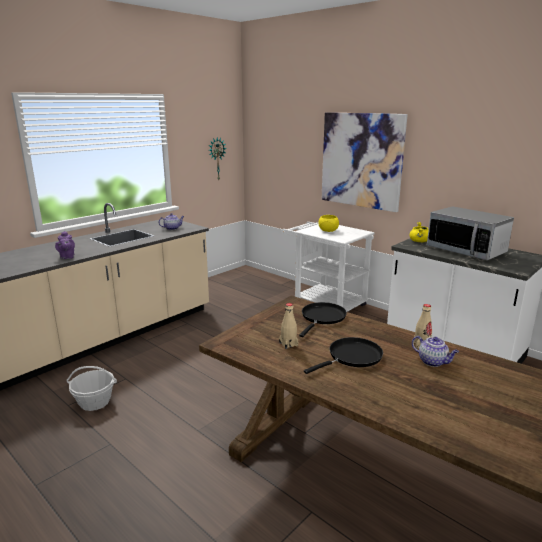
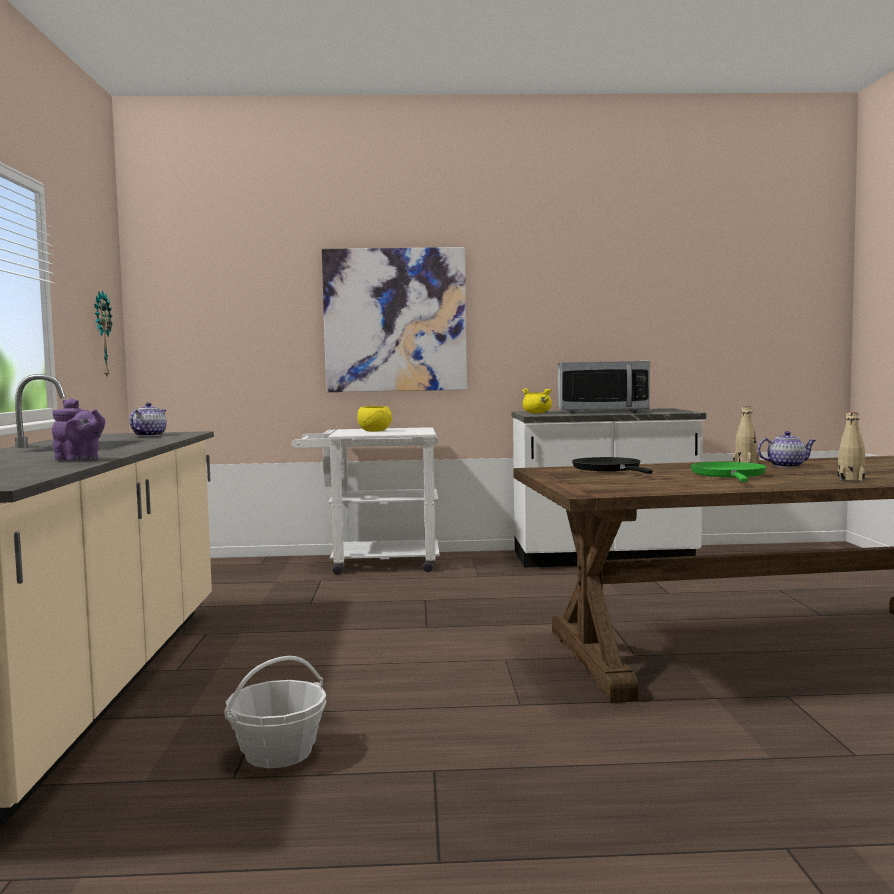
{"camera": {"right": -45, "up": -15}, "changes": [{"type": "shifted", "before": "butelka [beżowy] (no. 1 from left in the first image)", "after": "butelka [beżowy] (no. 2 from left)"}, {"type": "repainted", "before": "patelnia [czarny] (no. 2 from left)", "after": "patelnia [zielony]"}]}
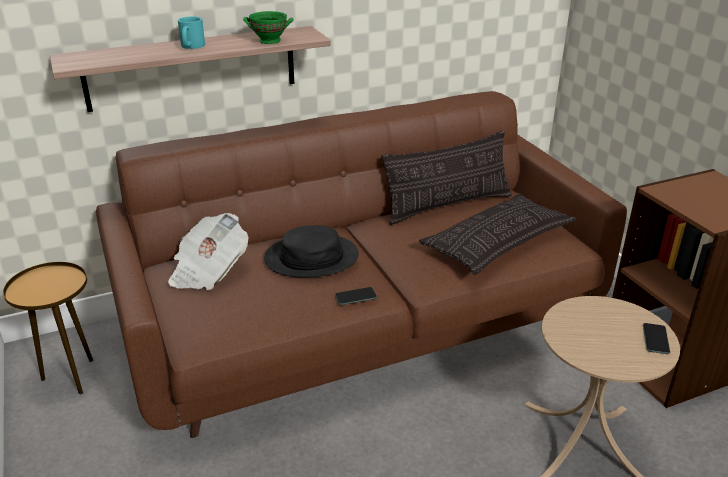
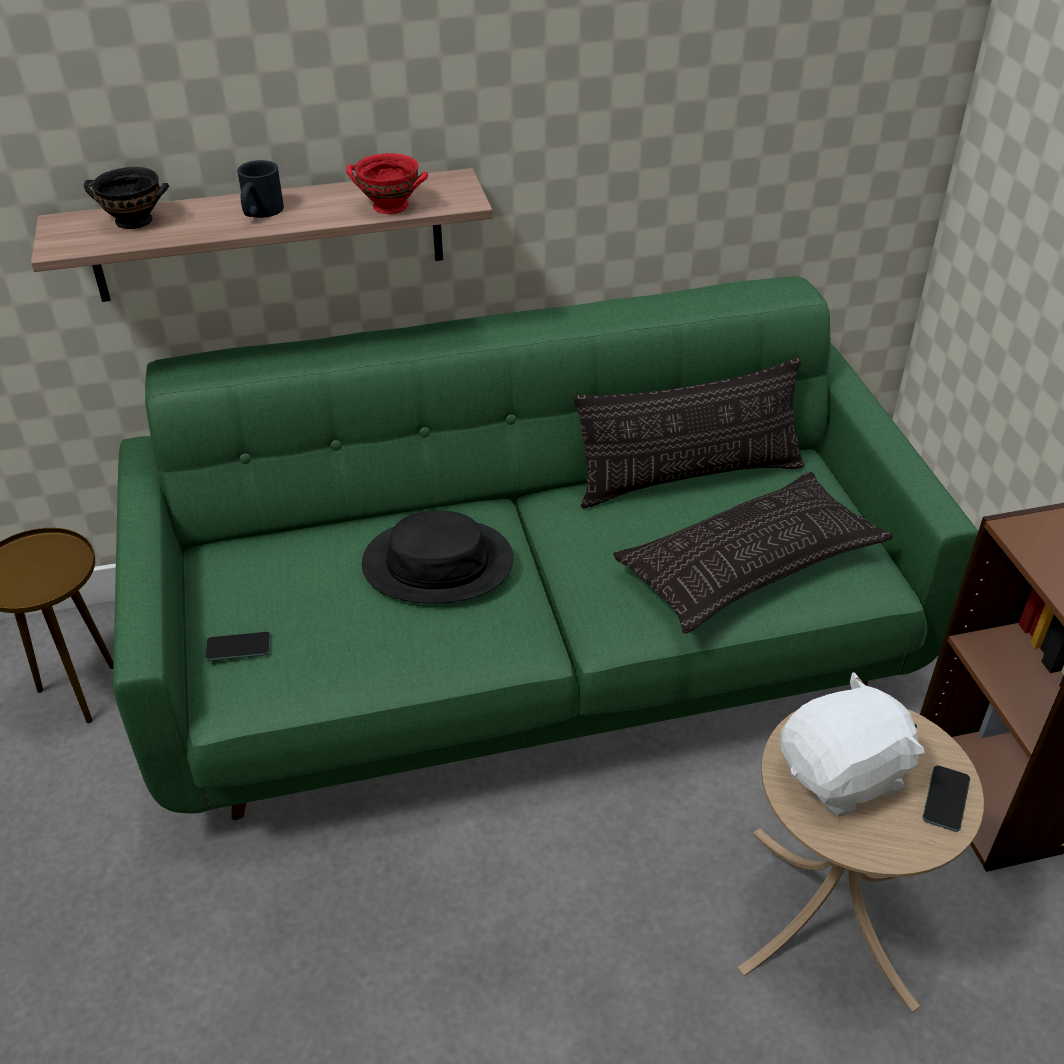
{"camera": {"right": 10, "up": 10}, "changes": [{"type": "repainted", "before": "kanapa [brązowy]", "after": "kanapa [zielony]"}, {"type": "gone", "before": "gazeta"}, {"type": "repainted", "before": "kubek [turkusowy]", "after": "kubek [czarny]"}, {"type": "repainted", "before": "miska [zielony]", "after": "miska [czerwony]"}, {"type": "shifted", "before": "telefon (no. 1 from left)"}, {"type": "new", "after": "miska [czarny]"}, {"type": "new", "after": "pluszak [biały]"}]}
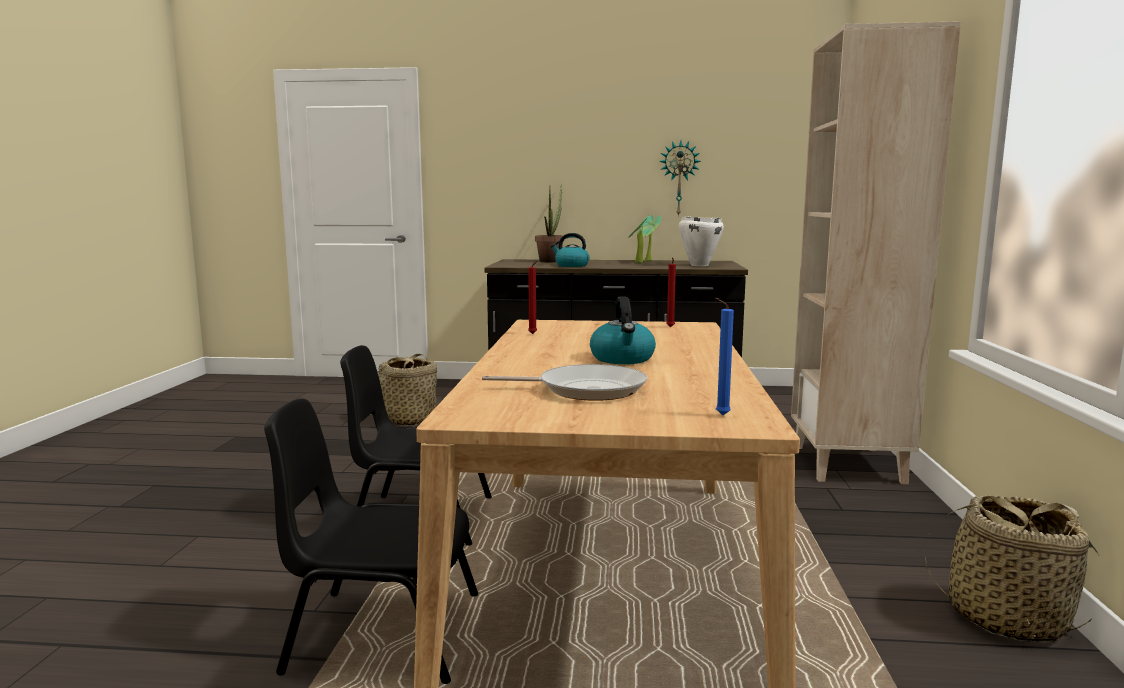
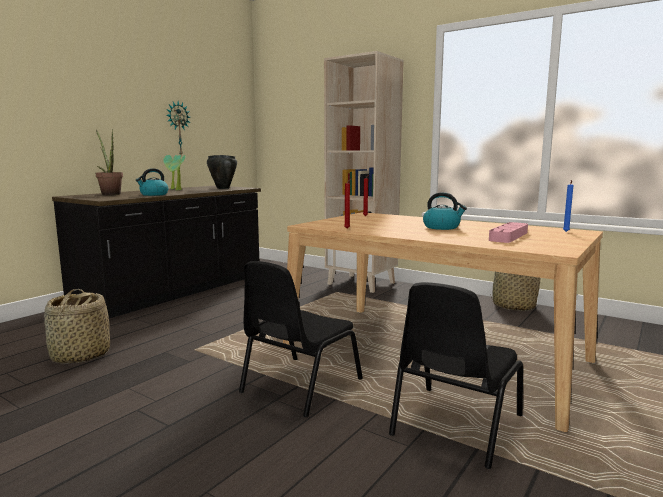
{"camera": {"right": -60, "up": 0}, "changes": [{"type": "swapped", "before": "patelnia", "after": "taca [różowy]"}, {"type": "repainted", "before": "garnek [biały]", "after": "garnek [czarny]"}]}
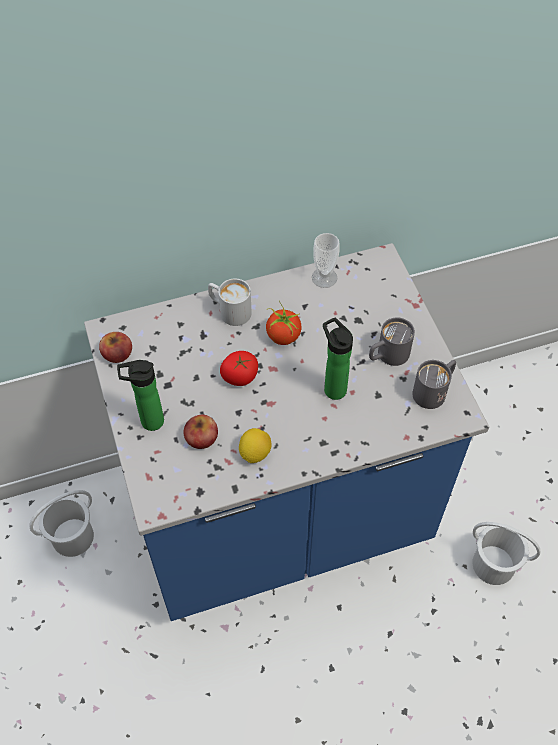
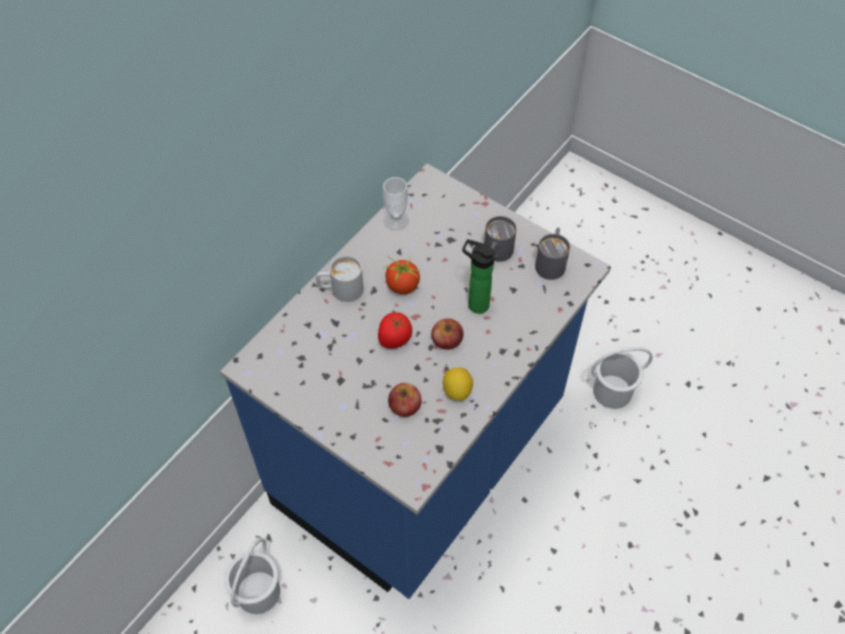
{"camera": {"right": -35, "up": 0}, "changes": [{"type": "shifted", "before": "jabłko (no. 1 from left in the first image)", "after": "jabłko (no. 2 from left)"}, {"type": "gone", "before": "butelka (no. 1 from left)"}]}
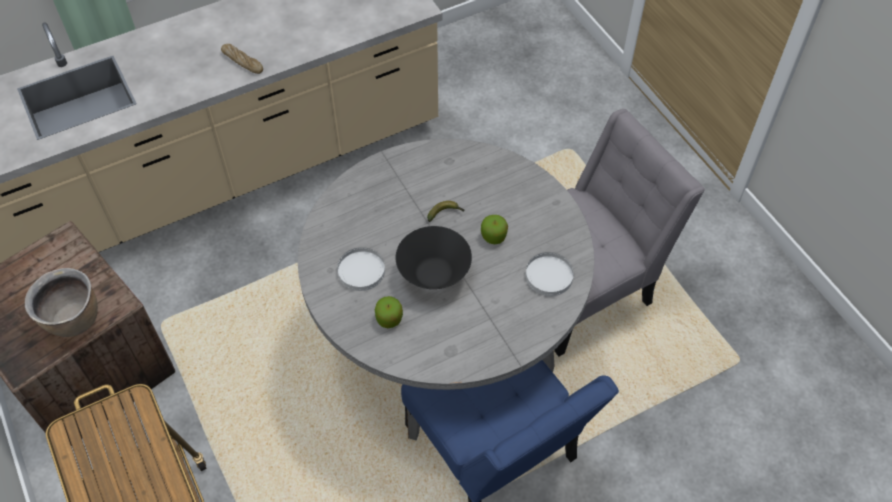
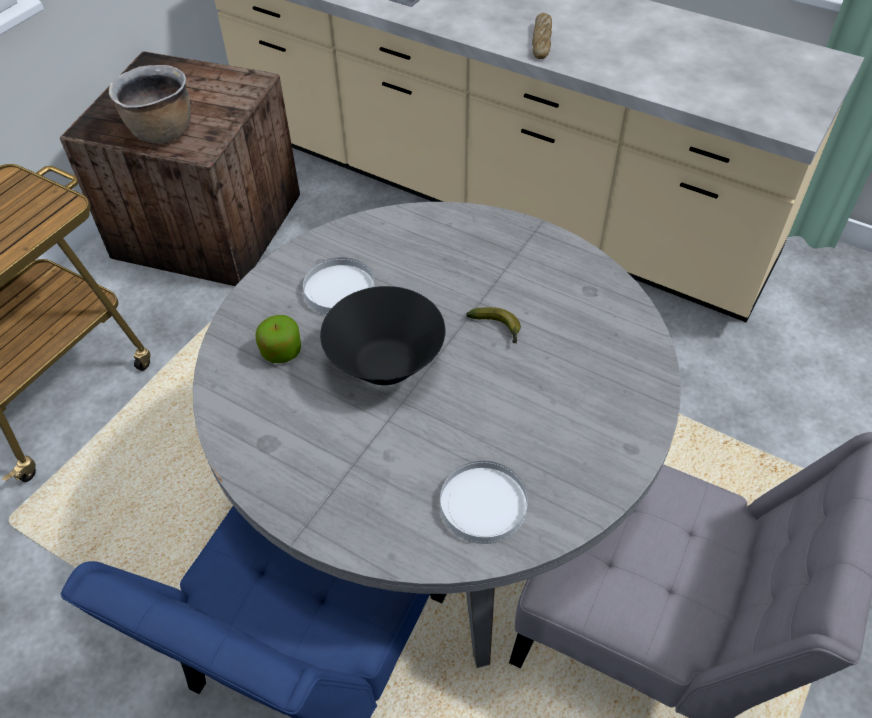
{"camera": {"right": 60, "up": -5}, "changes": [{"type": "gone", "before": "jabłko (no. 2 from left)"}]}
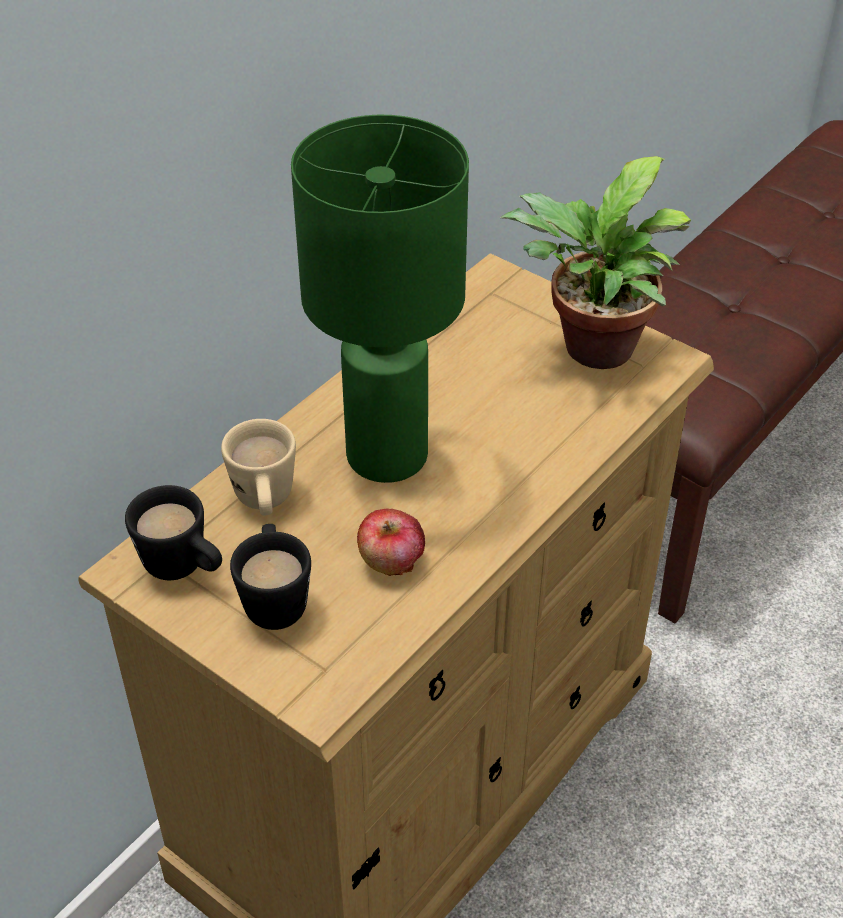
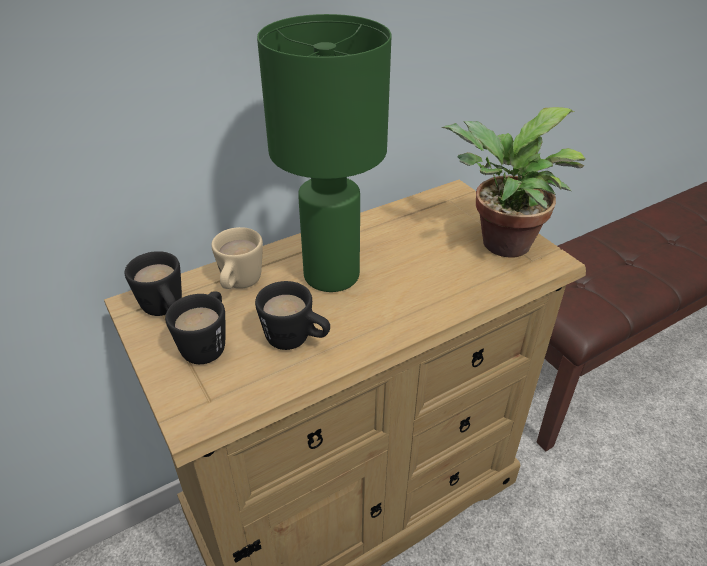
{"camera": {"right": 20, "up": -5}, "changes": [{"type": "swapped", "before": "jabłko", "after": "kubek [czarny] (no. 3 from left)"}]}
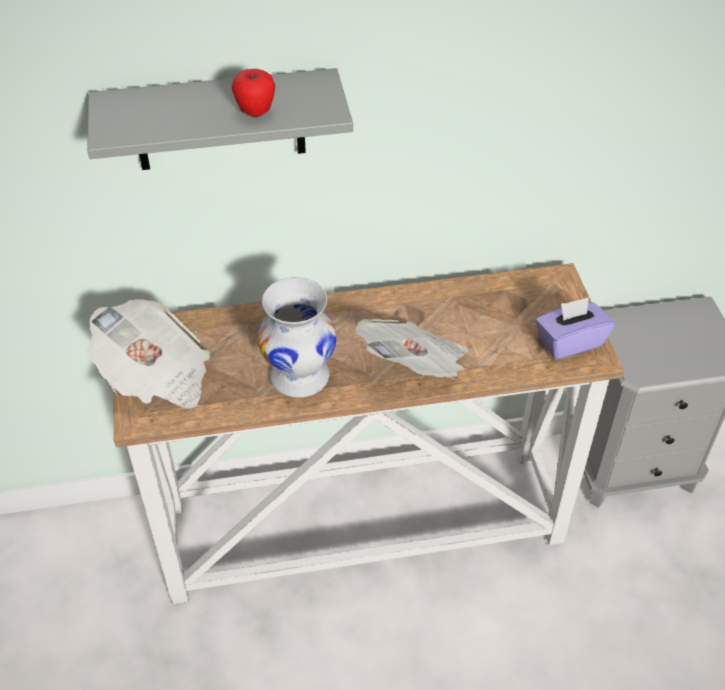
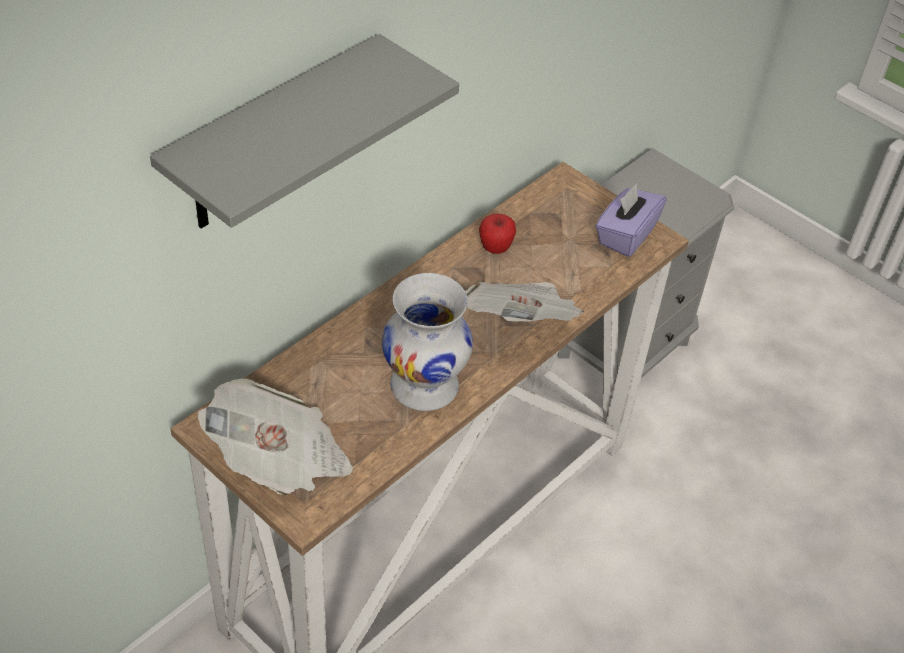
{"camera": {"right": -40, "up": 0}, "changes": [{"type": "shifted", "before": "jabłko"}]}
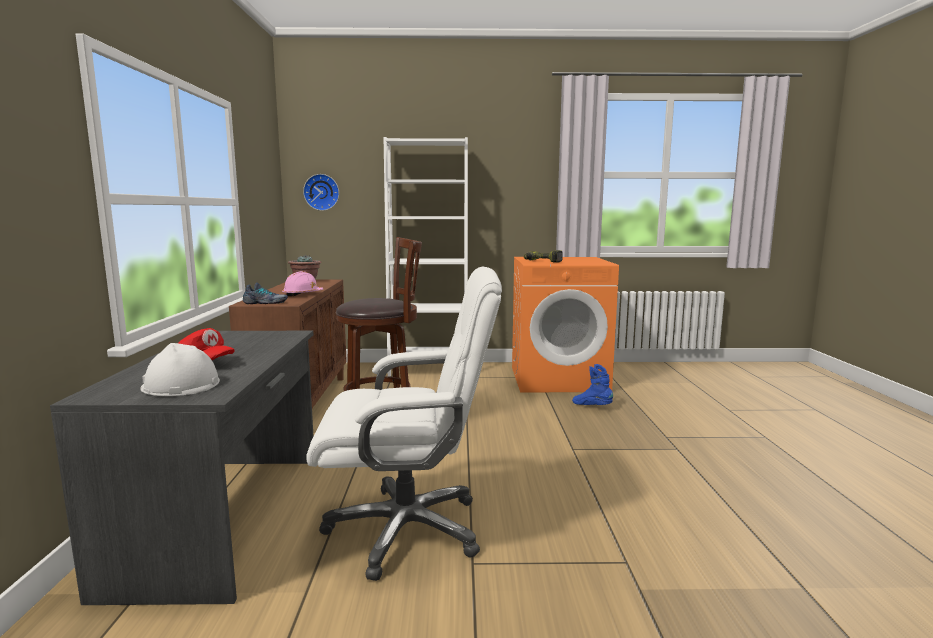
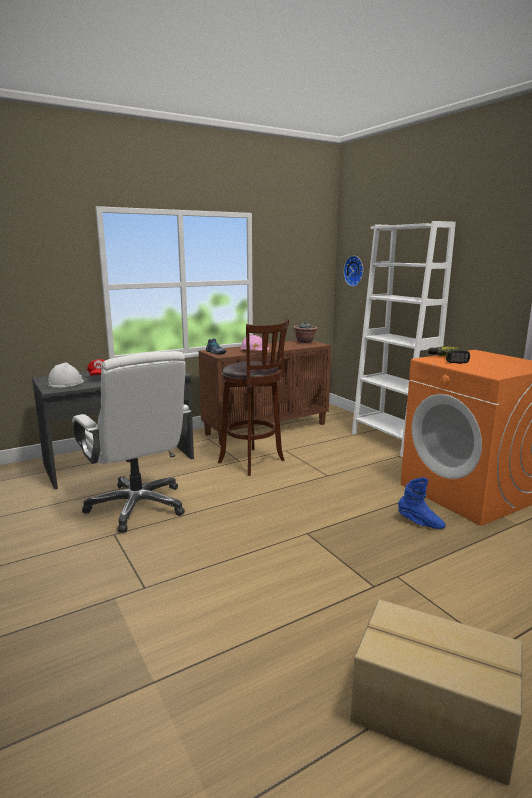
{"camera": {"right": 60, "up": 5}, "changes": [{"type": "rotated", "before": "but z cholewką [niebieski]", "turn": 105}, {"type": "new", "after": "karton"}]}
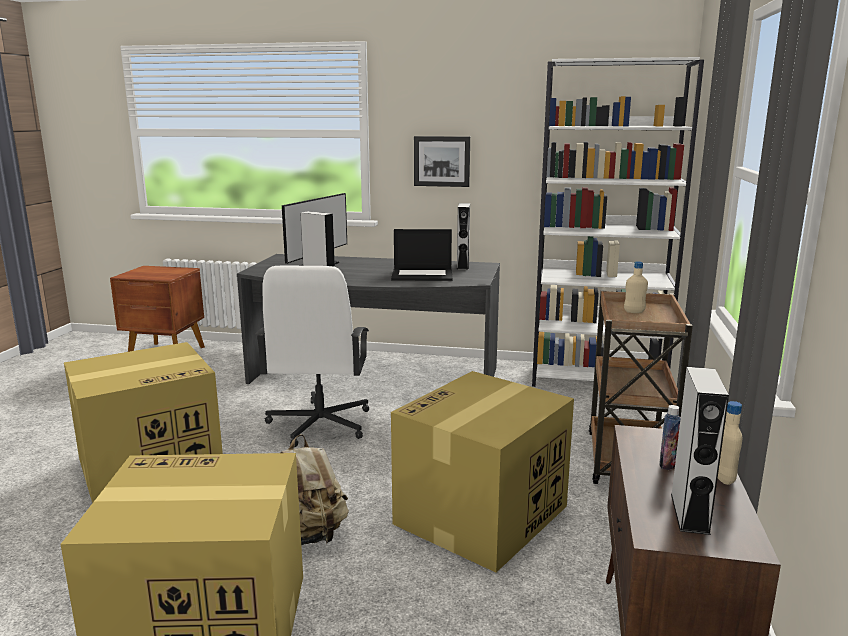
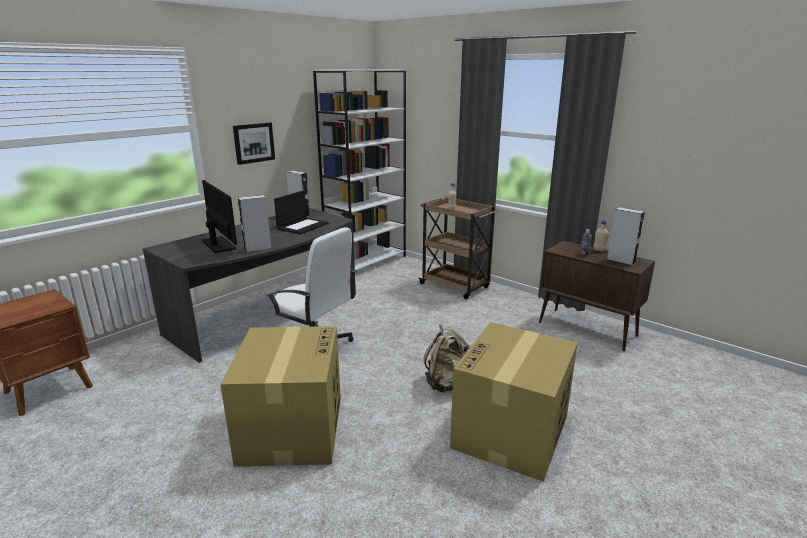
{"camera": {"right": -60, "up": 5}, "changes": [{"type": "gone", "before": "karton (no. 3 from left)"}]}
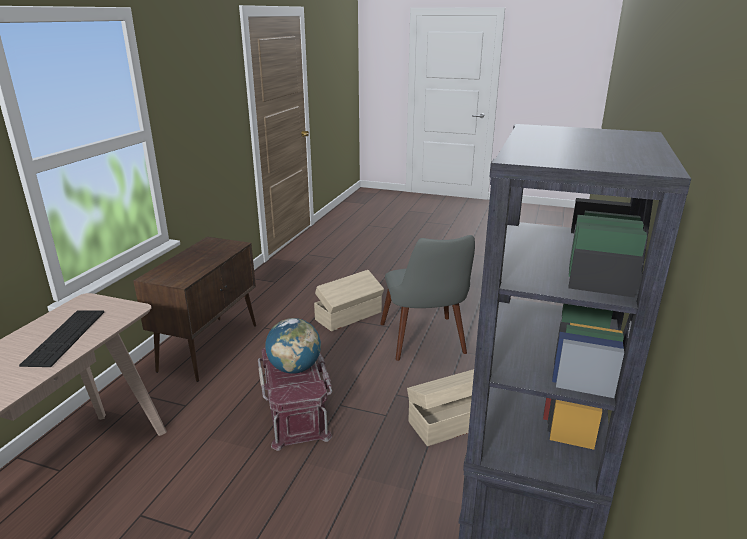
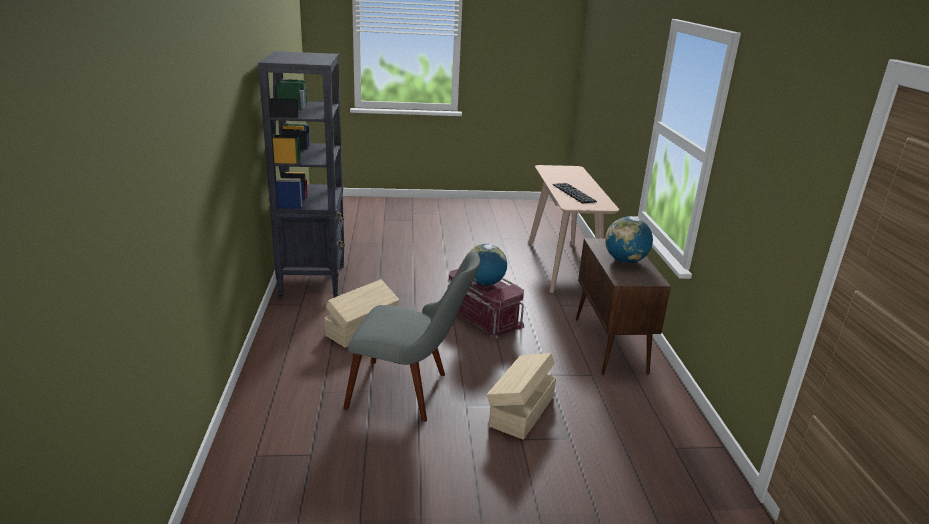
{"camera": {"right": 155, "up": 0}, "changes": [{"type": "rotated", "before": "krzesło [szary]", "turn": 135}, {"type": "new", "after": "globus (no. 2 from left)"}]}
